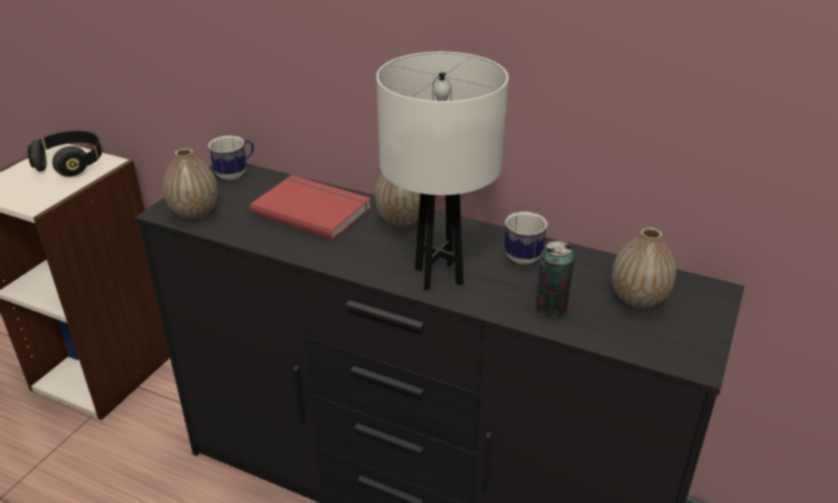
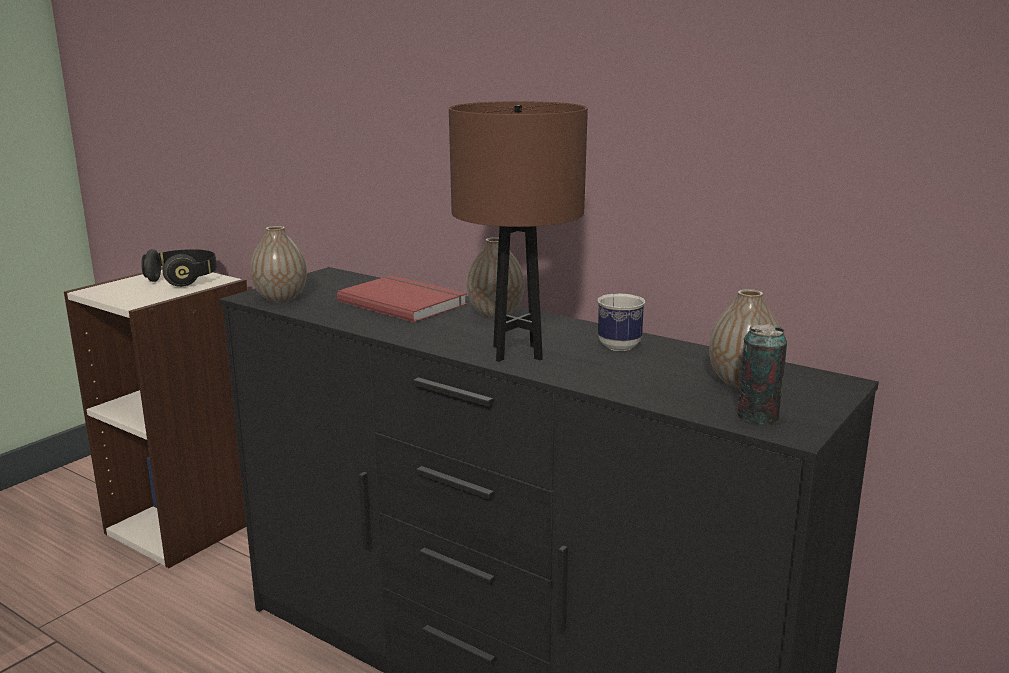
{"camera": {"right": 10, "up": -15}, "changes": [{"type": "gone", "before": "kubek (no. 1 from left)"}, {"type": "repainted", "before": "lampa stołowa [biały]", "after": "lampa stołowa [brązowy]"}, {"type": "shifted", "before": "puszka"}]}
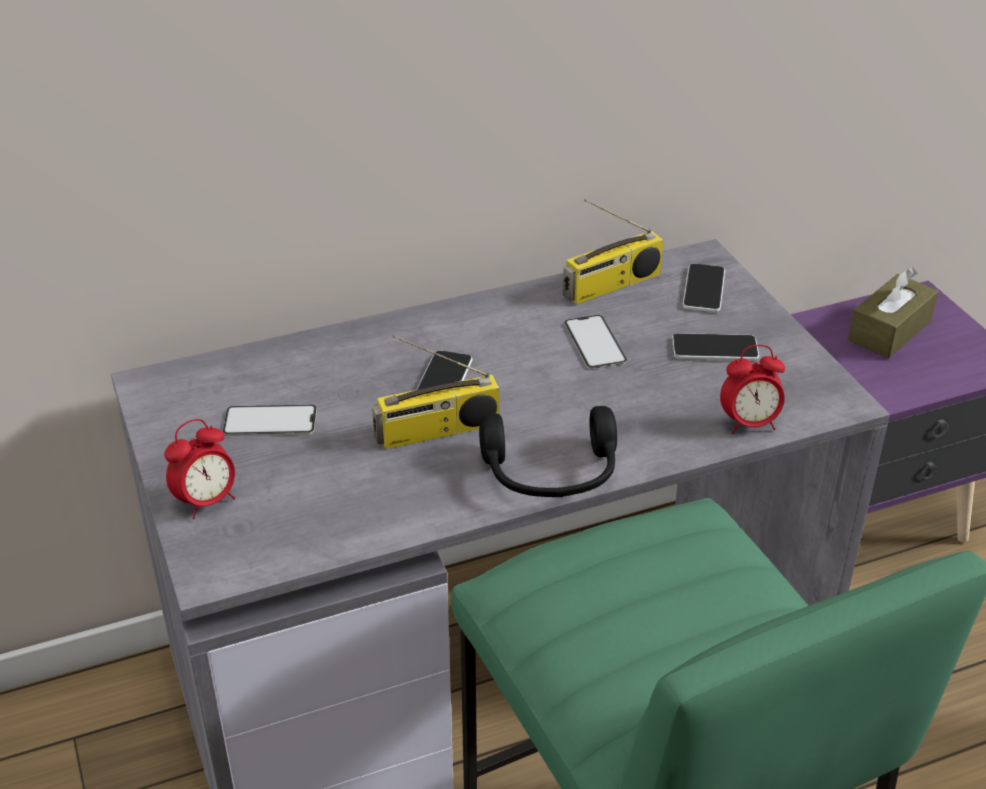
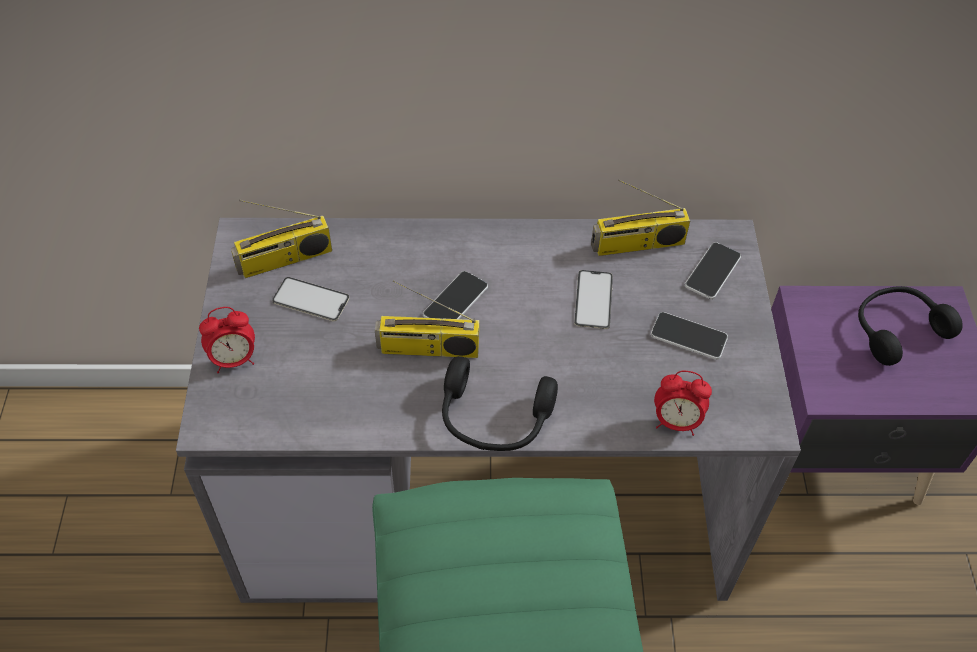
{"camera": {"right": 20, "up": 15}, "changes": [{"type": "swapped", "before": "pudełko chusteczek [brązowy]", "after": "słuchawki [czarny] (no. 2 from left)"}, {"type": "new", "after": "radio (no. 1 from left)"}]}
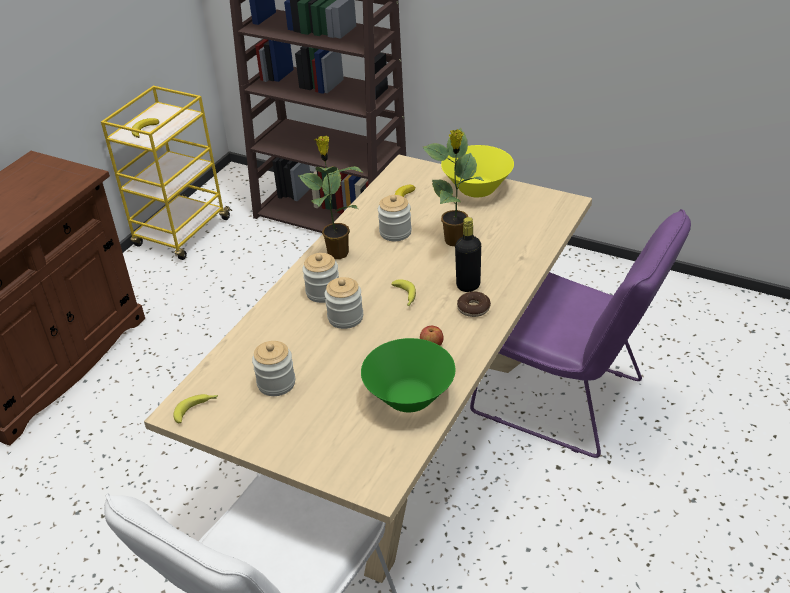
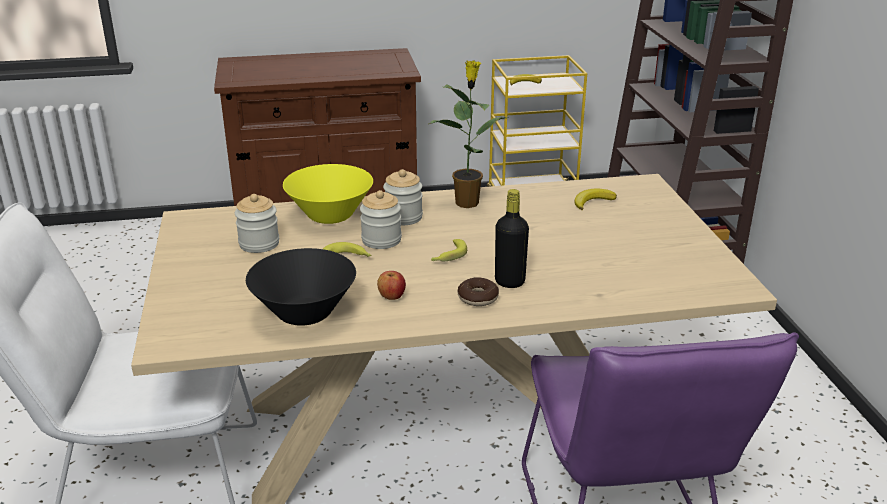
{"camera": {"right": 50, "up": -10}, "changes": [{"type": "shifted", "before": "banan (no. 2 from left in the first image)", "after": "banan (no. 1 from left)"}, {"type": "repainted", "before": "miska [zielony]", "after": "miska [czarny]"}, {"type": "gone", "before": "słoik (no. 4 from left)"}, {"type": "gone", "before": "roślina doniczkowa (no. 2 from left)"}, {"type": "shifted", "before": "miska [żółty]"}]}
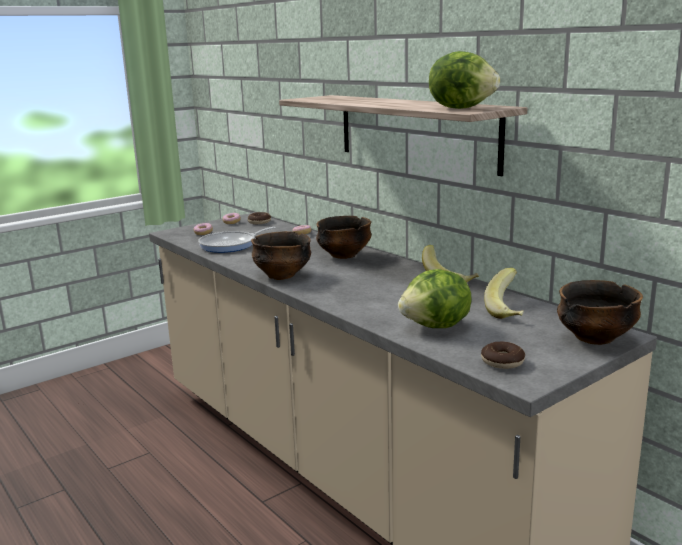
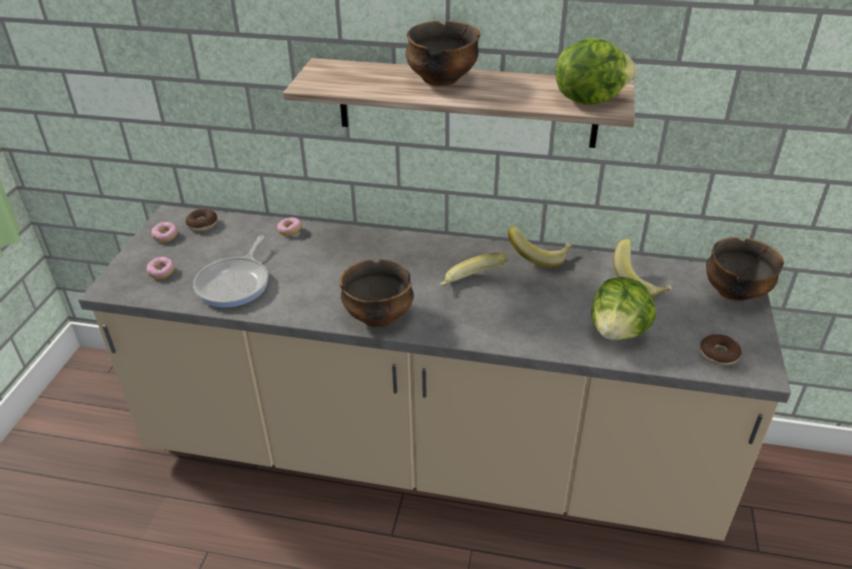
{"camera": {"right": -40, "up": 20}, "changes": [{"type": "shifted", "before": "miska (no. 2 from left)"}, {"type": "new", "after": "banan (no. 1 from left)"}]}
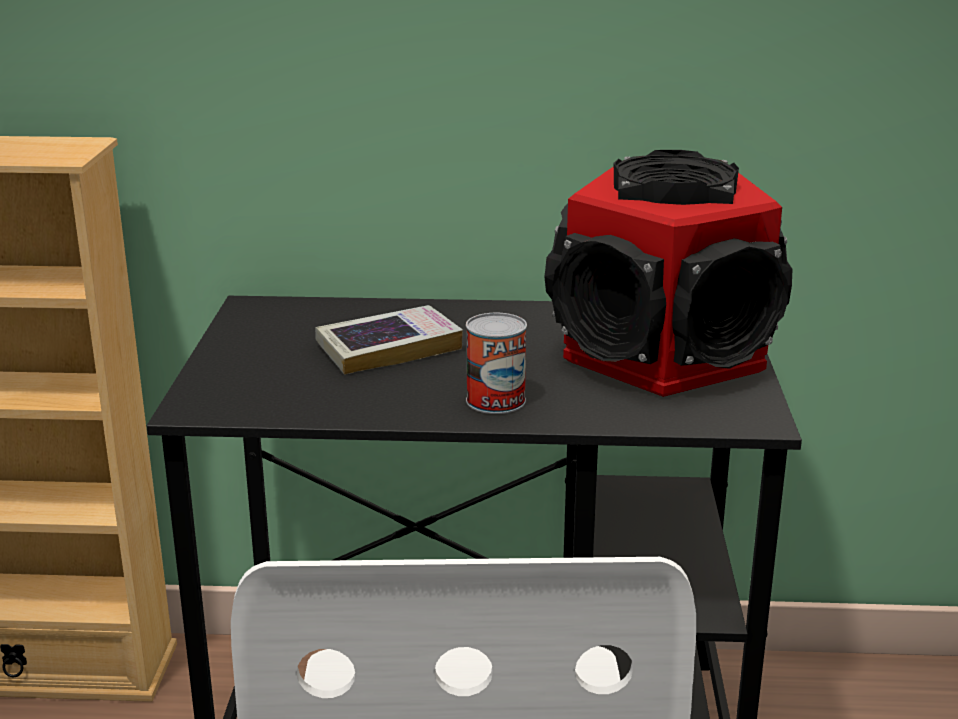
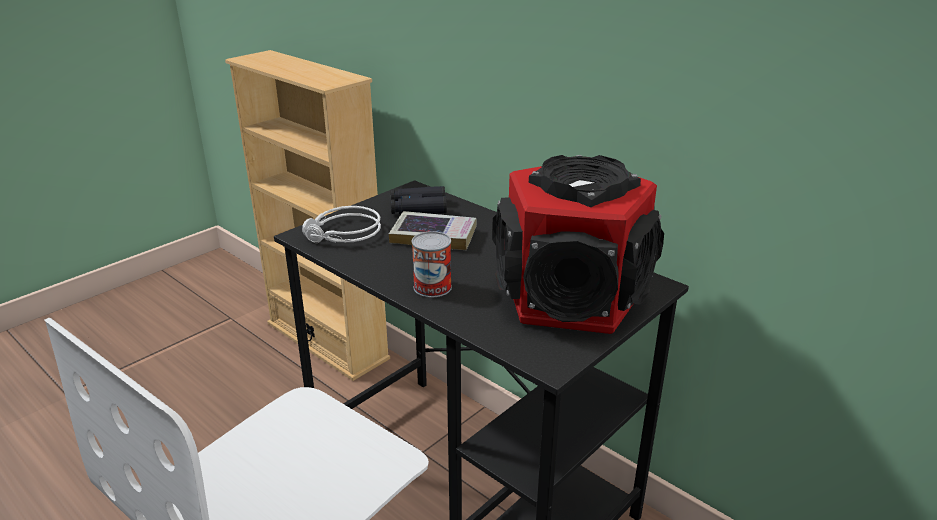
{"camera": {"right": 40, "up": 5}, "changes": [{"type": "new", "after": "słuchawki [szary]"}, {"type": "new", "after": "lornetka [czarny]"}]}
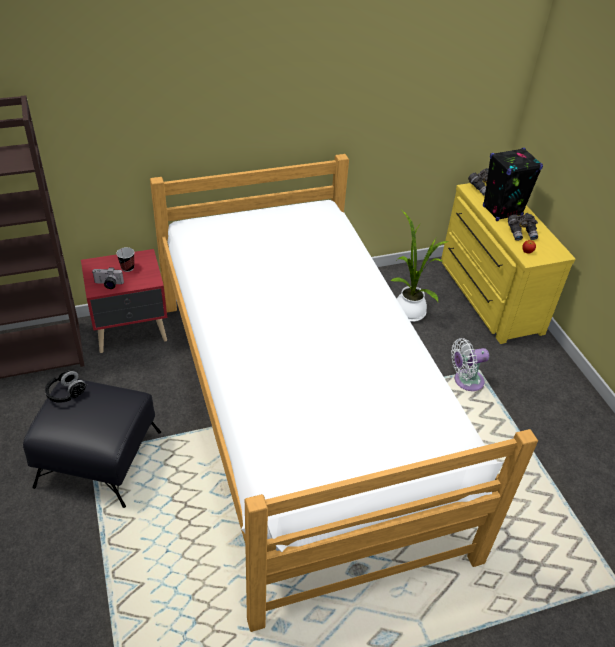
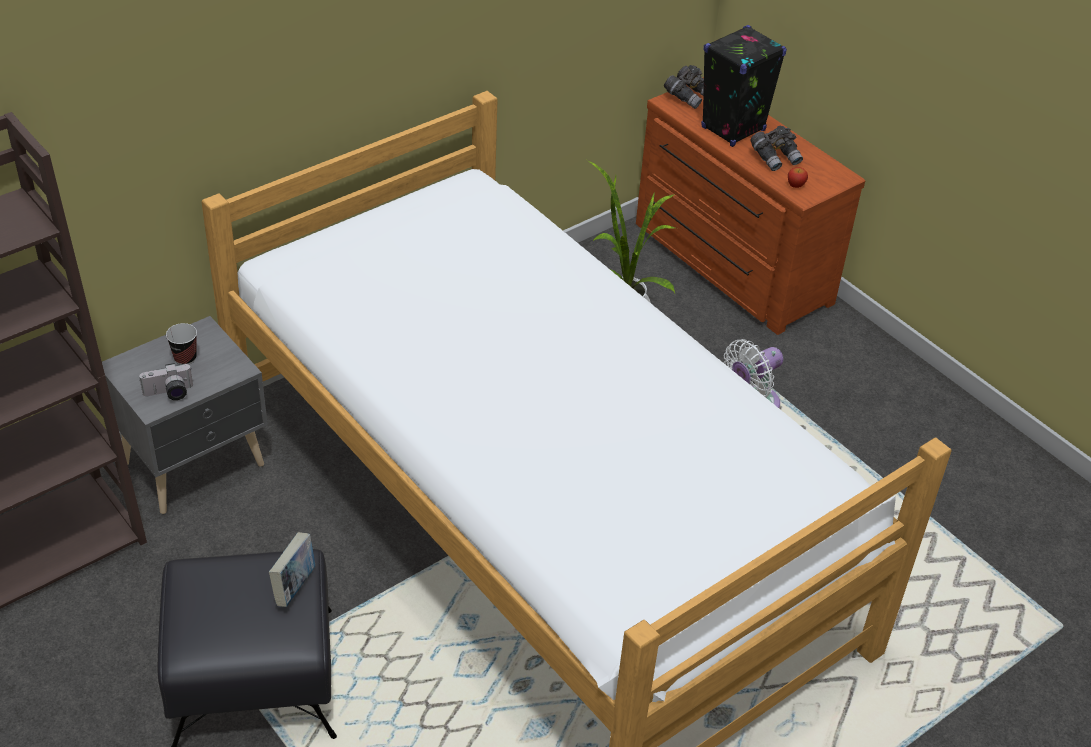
{"camera": {"right": -20, "up": 0}, "changes": [{"type": "gone", "before": "słuchawki [czarny]"}, {"type": "repainted", "before": "szafka nocna [czerwony]", "after": "szafka nocna [szary]"}, {"type": "repainted", "before": "komoda [żółty]", "after": "komoda [brązowy]"}, {"type": "new", "after": "książka"}]}
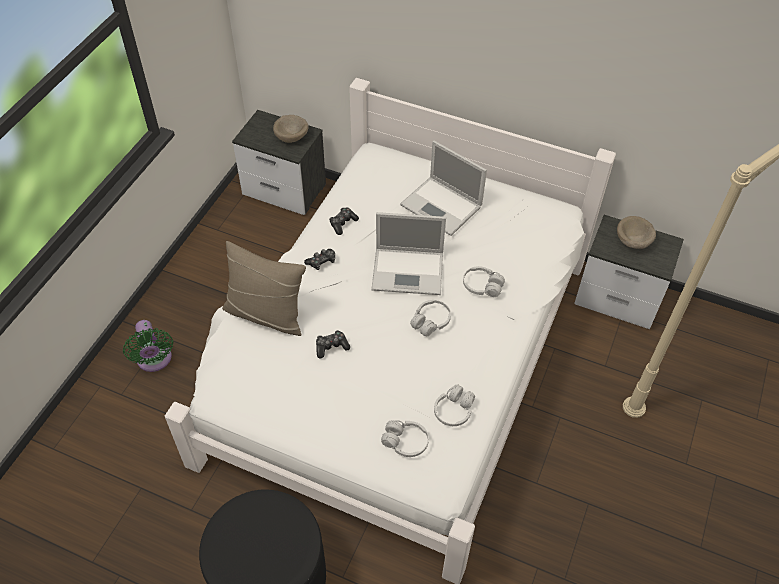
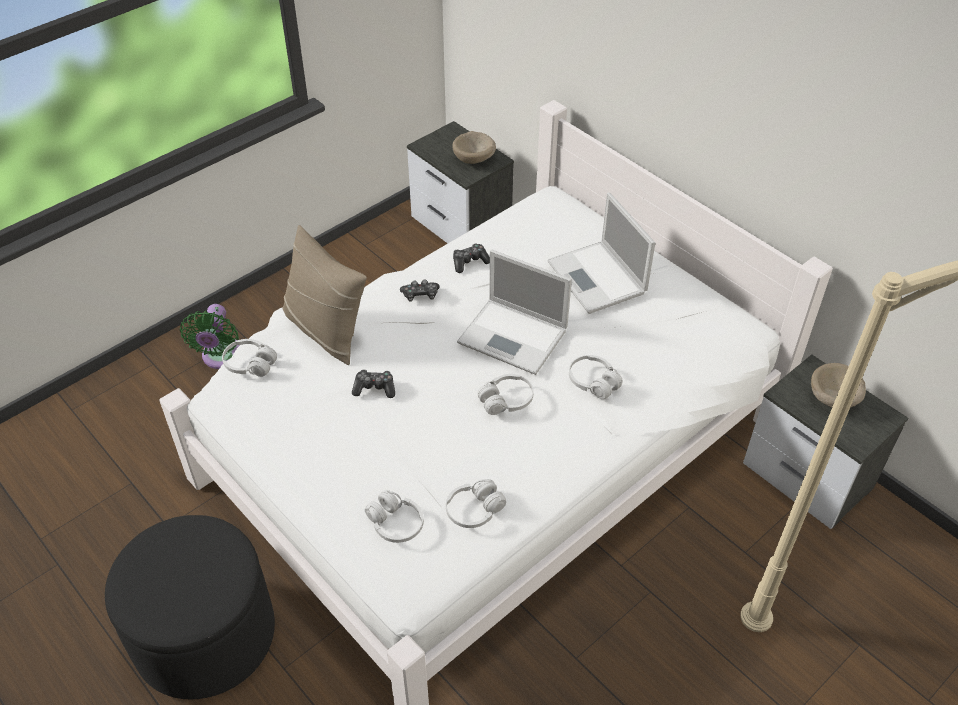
{"camera": {"right": 25, "up": -5}, "changes": [{"type": "new", "after": "słuchawki [biały] (no. 1 from left)"}]}
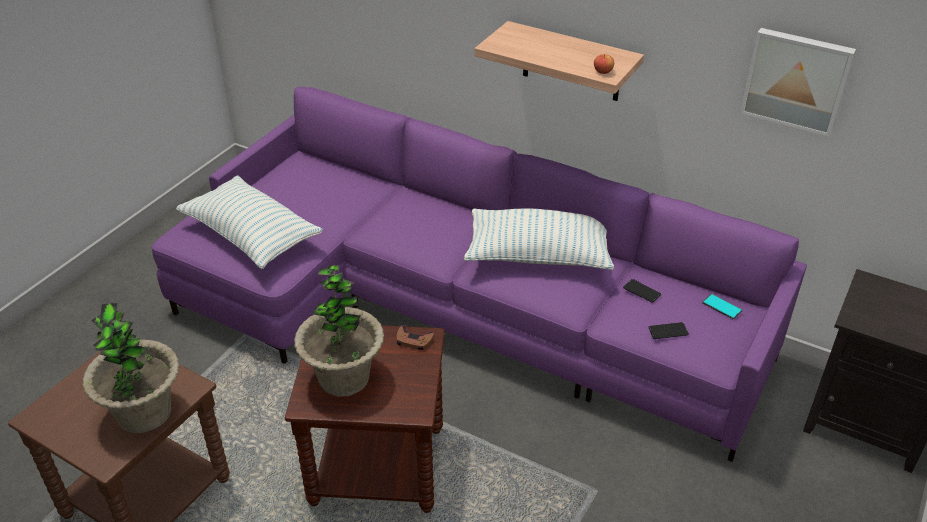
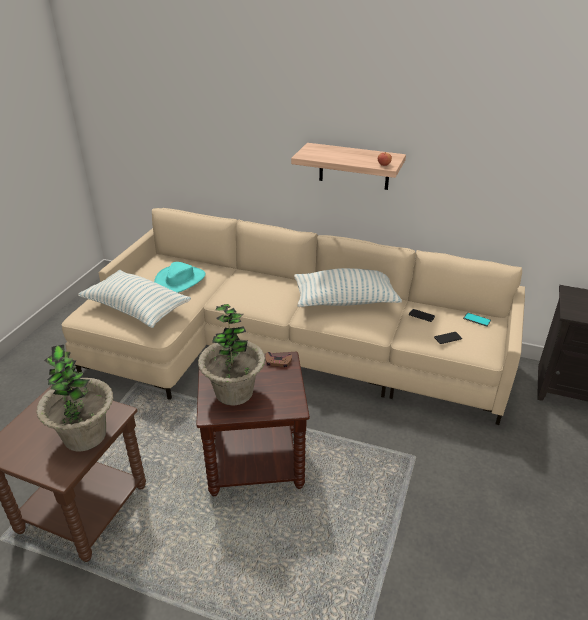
{"camera": {"right": -10, "up": -5}, "changes": [{"type": "repainted", "before": "kanapa [fioletowy]", "after": "kanapa [beżowy]"}, {"type": "gone", "before": "obraz"}, {"type": "new", "after": "kapelusz [turkusowy]"}]}
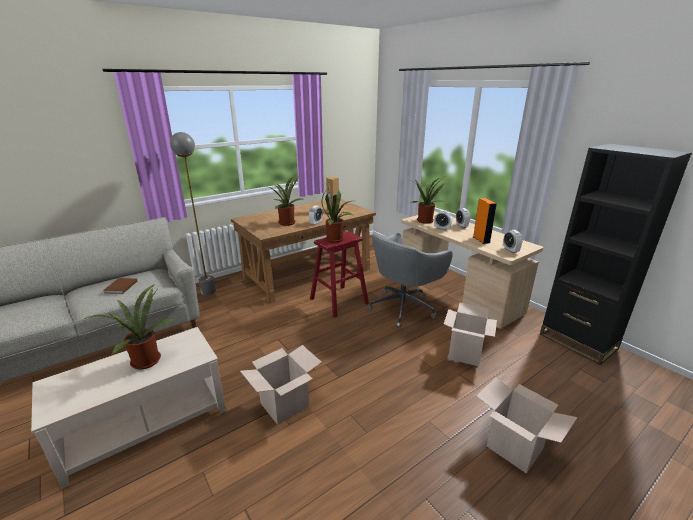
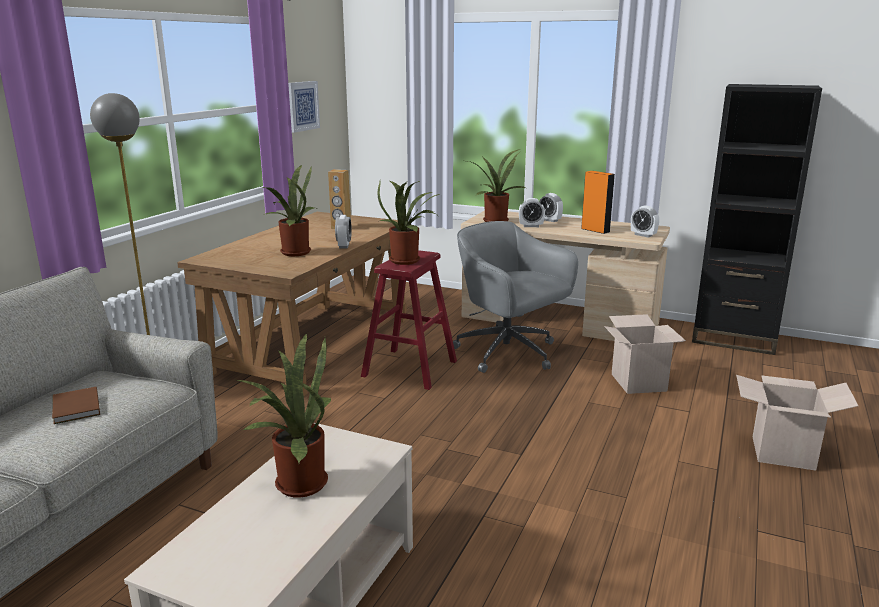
{"camera": {"right": -30, "up": -5}, "changes": [{"type": "gone", "before": "karton (no. 1 from left)"}, {"type": "rotated", "before": "krzesło biurowe [szary]", "turn": 120}, {"type": "new", "after": "obraz"}]}
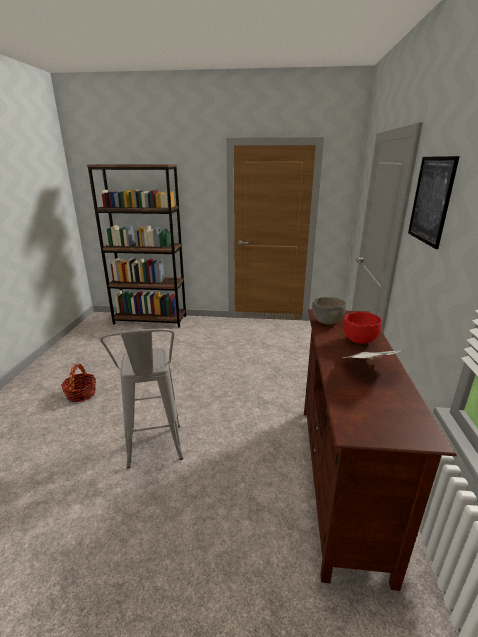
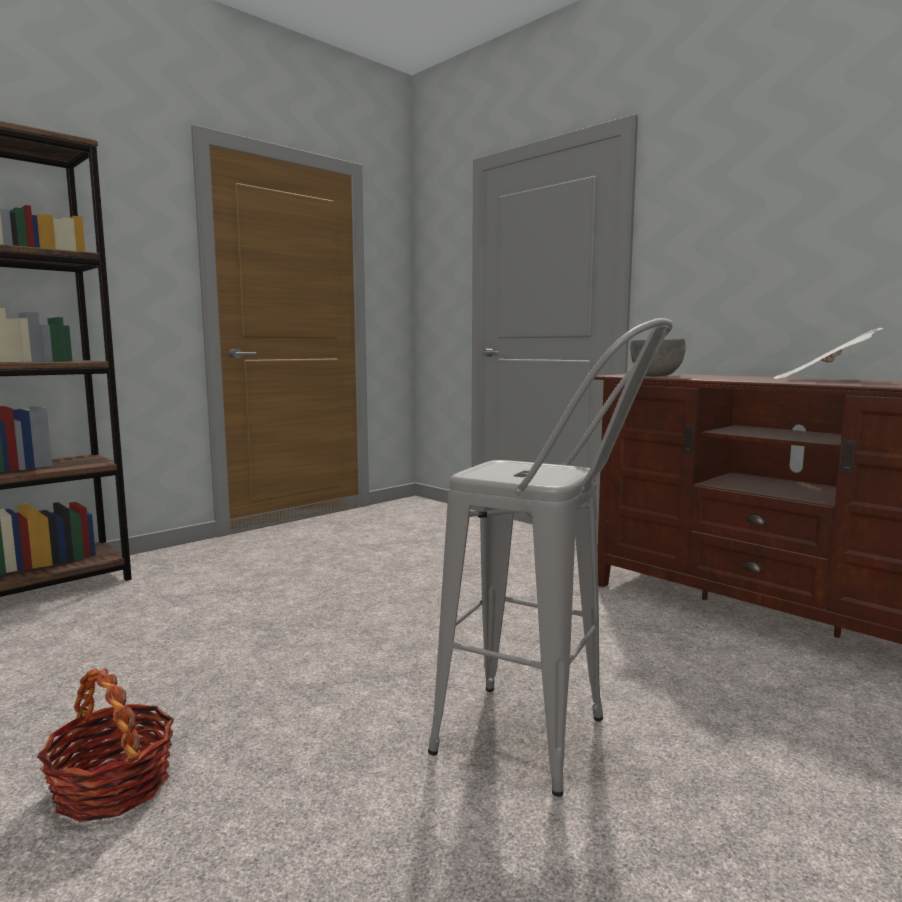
{"camera": {"right": -50, "up": -15}, "changes": [{"type": "gone", "before": "miska [czerwony]"}, {"type": "gone", "before": "obraz"}]}
